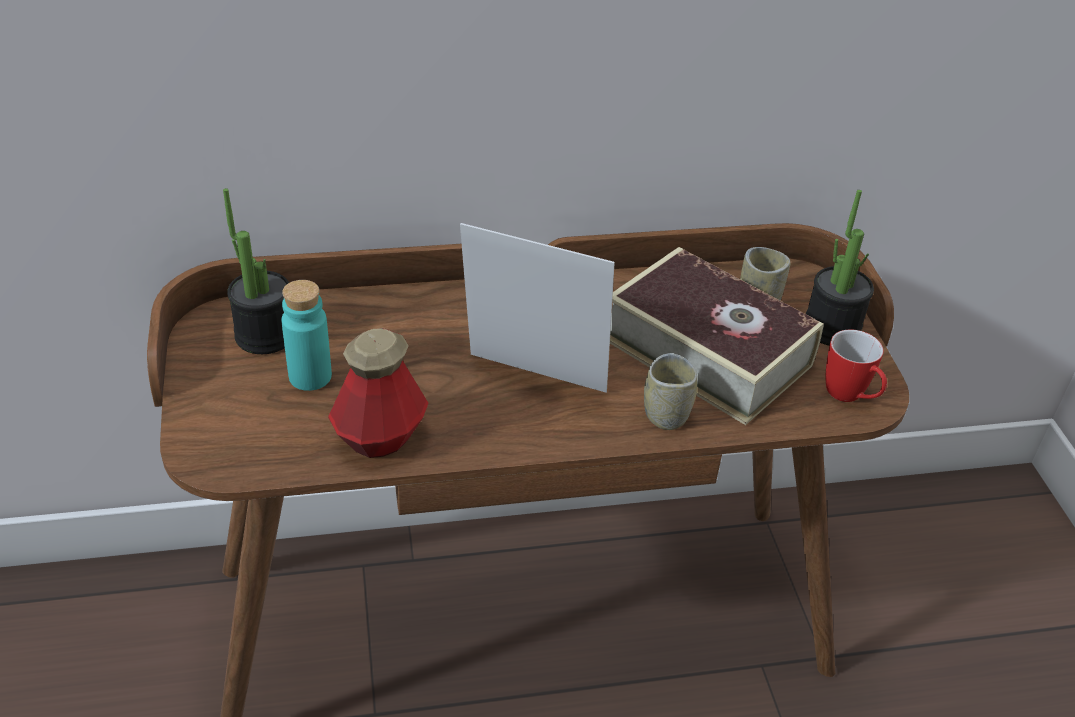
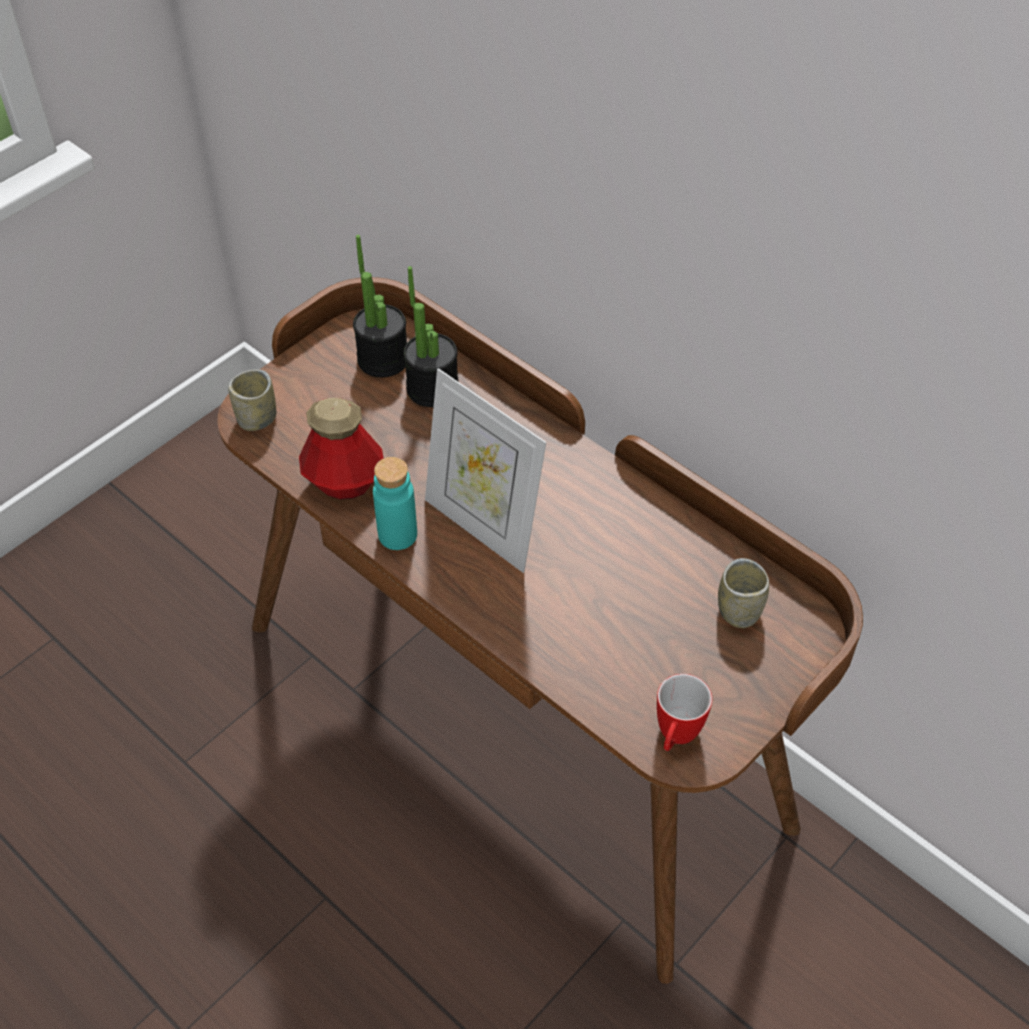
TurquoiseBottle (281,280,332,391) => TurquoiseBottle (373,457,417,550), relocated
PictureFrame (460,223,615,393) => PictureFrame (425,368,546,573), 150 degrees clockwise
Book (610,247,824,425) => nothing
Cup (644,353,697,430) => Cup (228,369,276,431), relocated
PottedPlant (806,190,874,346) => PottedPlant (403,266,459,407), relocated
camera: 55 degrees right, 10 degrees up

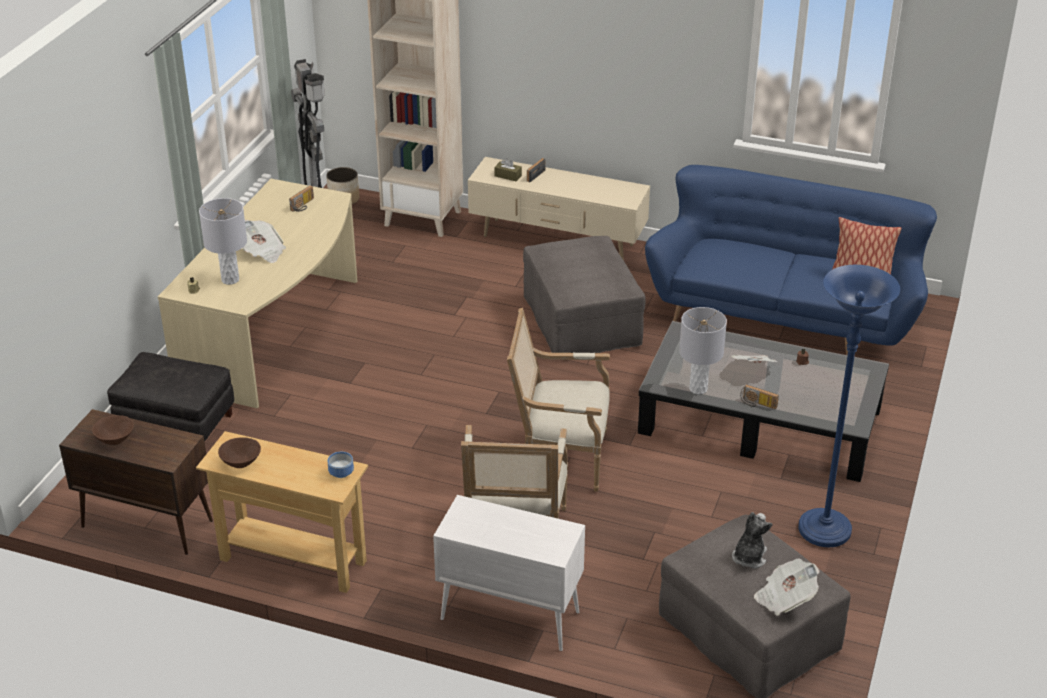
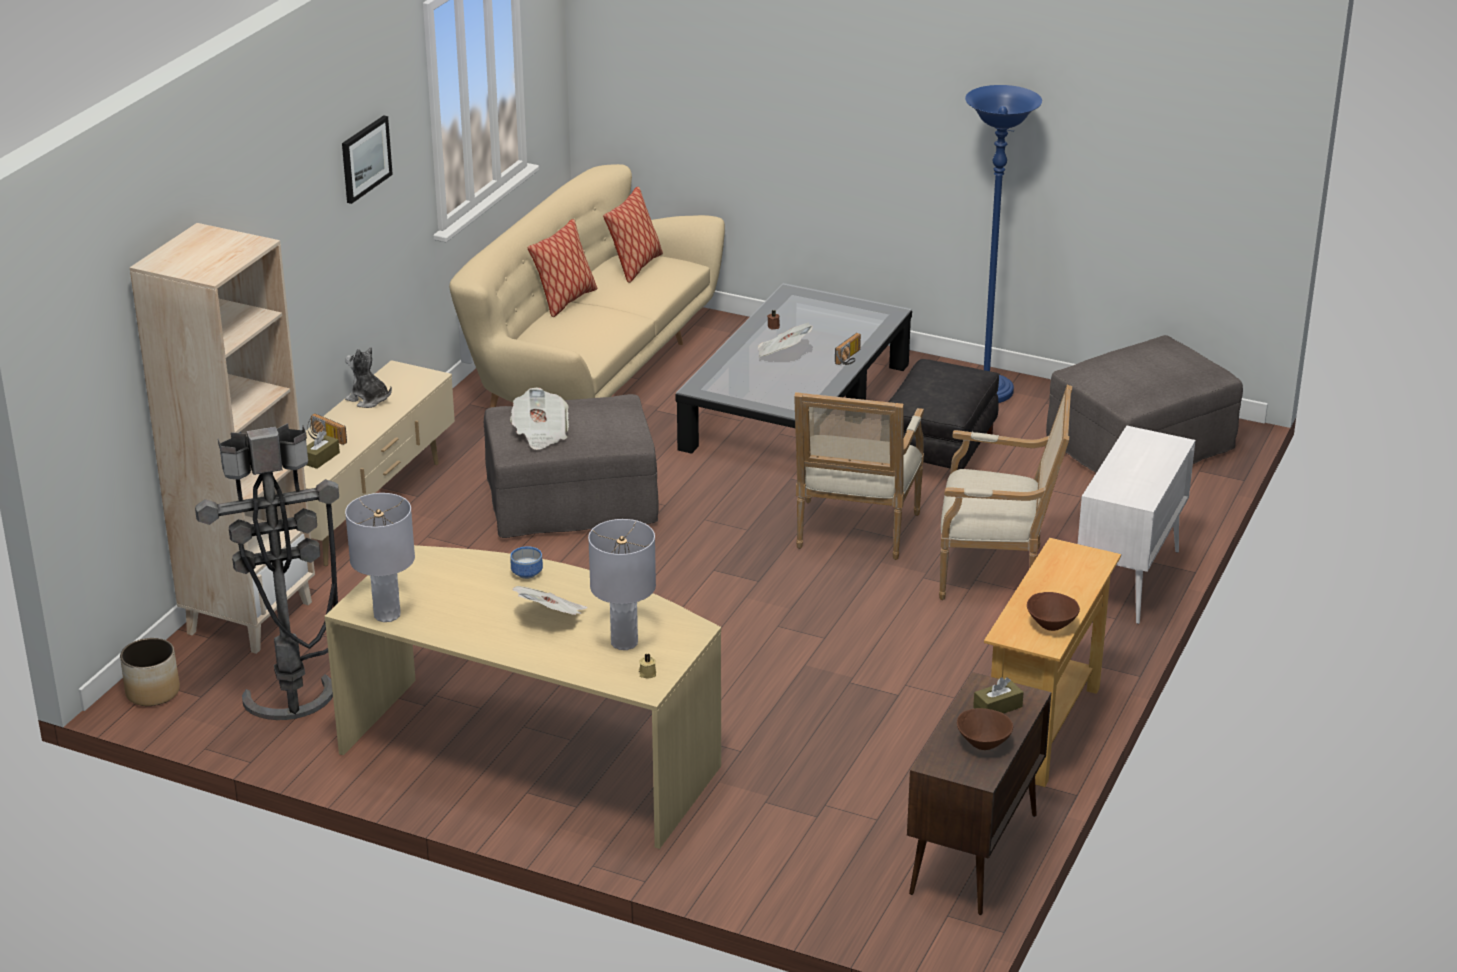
BlackOttoman (107,352,234,441) => BlackOttoman (888,359,999,470), relocated
Radio (289,186,314,212) => nothing
Bowl (328,452,354,478) => Bowl (510,546,543,579), relocated
BlueSofa (645,165,937,355) => BeigeSofa (449,164,725,408)
GreyTableLamp (679,307,727,395) => GreyTableLamp (345,493,415,622), relocated
PlushToy (732,512,772,569) => PlushToy (345,347,392,408), relocated
Newspaper (754,559,820,615) => Newspaper (510,388,569,450), relocated
nothing => Picture (342,115,393,204)
nothing => Pillow (527,219,597,317)
nothing => BrownTissueBox (973,677,1024,714)
camera: 85 degrees left, 5 degrees down

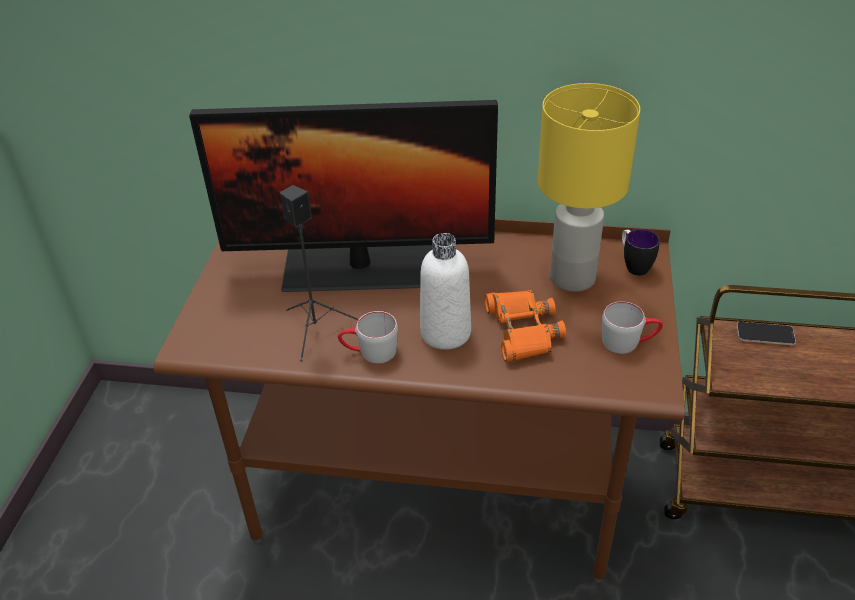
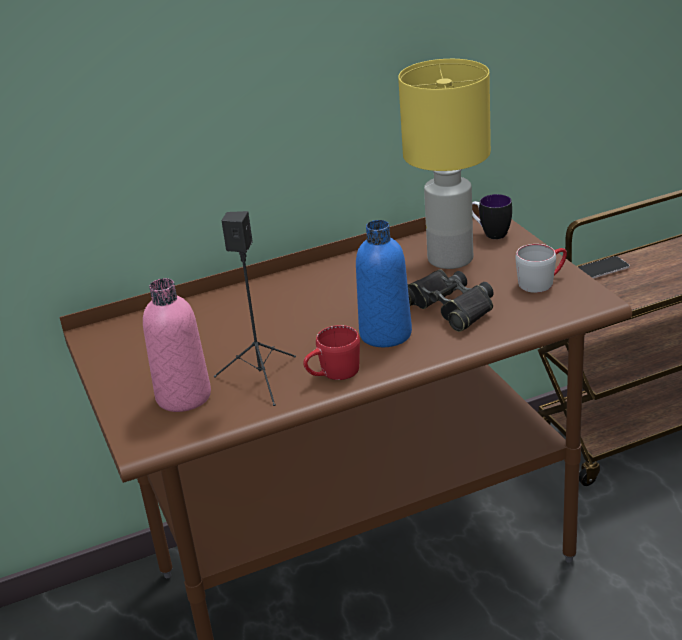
Monitor (189,100,498,292) => nothing
GreyMug (338,311,398,364) => RedMug (303,325,360,380)
WhiteBottle (420,233,471,350) => BlueBottle (356,220,412,347)
OrangeBinoculars (484,290,566,362) => BlackBinoculars (408,269,494,332)
nothing => PinkBottle (143,278,211,412)
camera: 30 degrees left, 10 degrees down

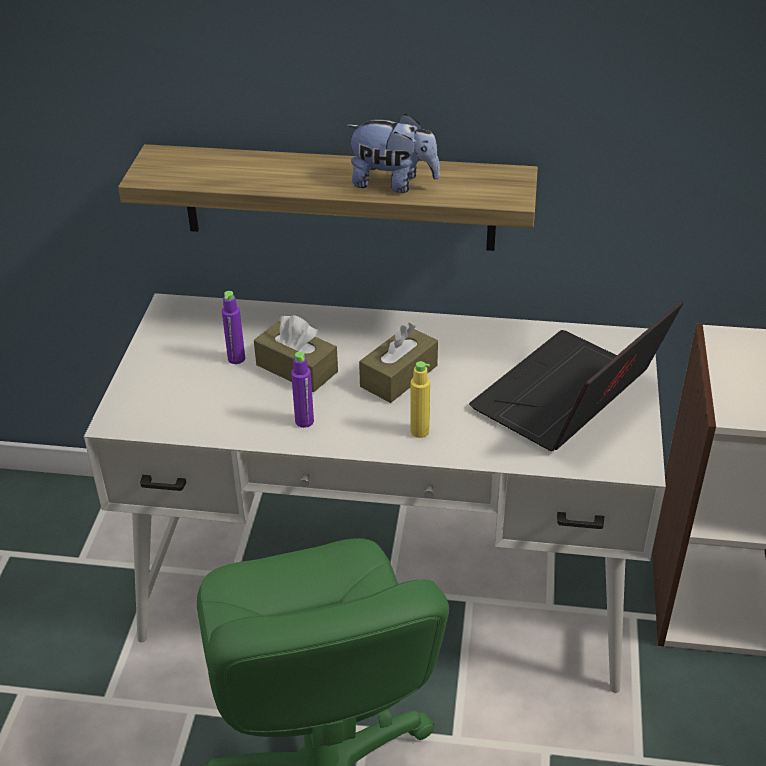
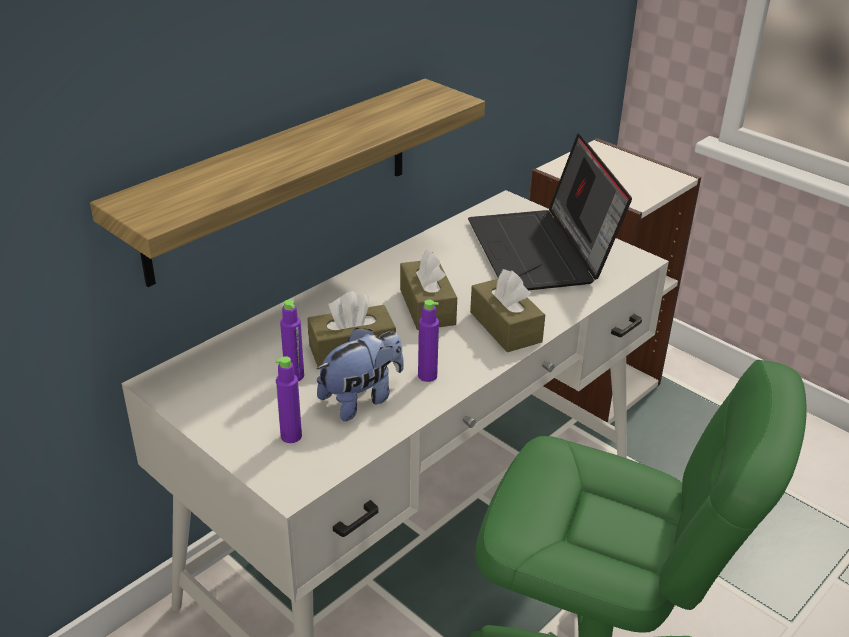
PlushToy (346,113,440,193) => PlushToy (317,327,404,421), relocated
YellowBottle (410,361,430,438) => BrownTissueBox (470,269,545,352)
nothing => PurpleBottle (275,356,302,443)
camera: 55 degrees left, 5 degrees down

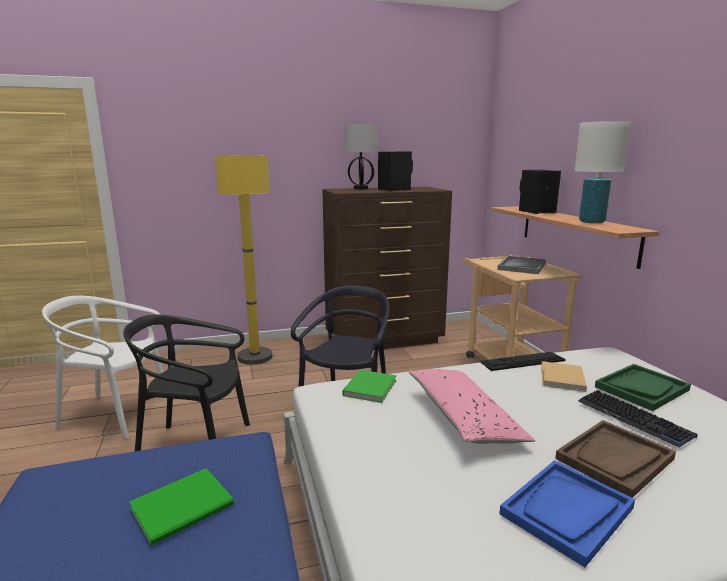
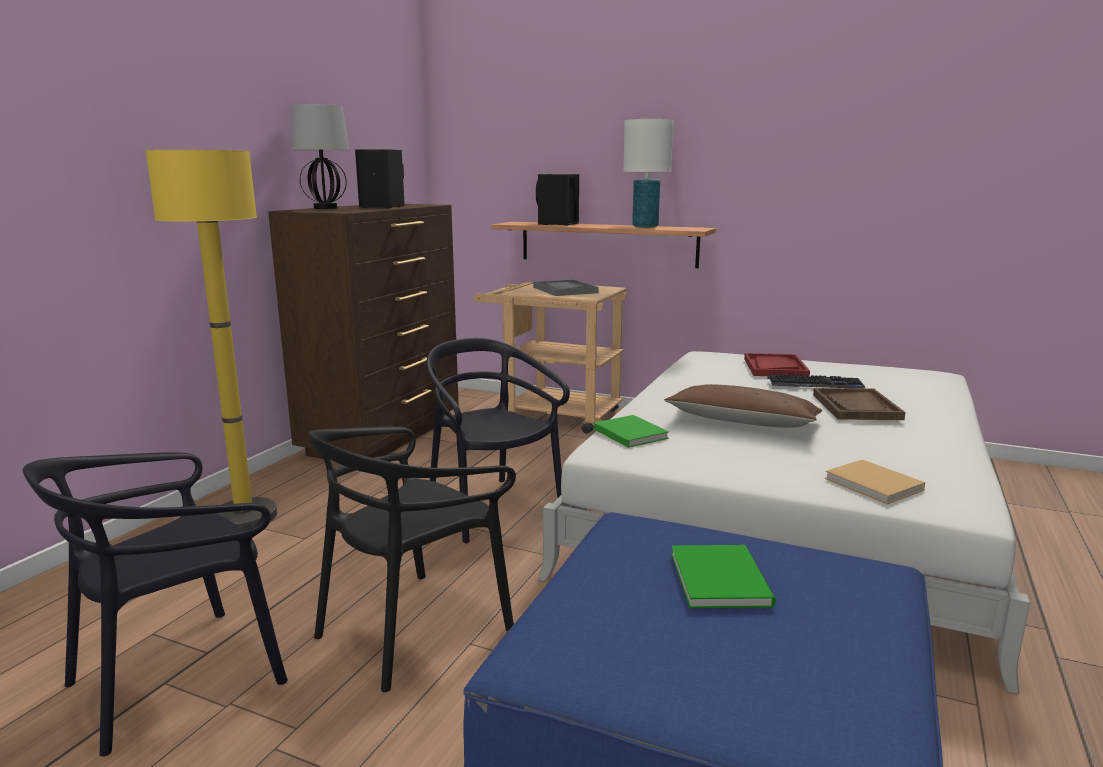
WhiteChair (42,296,163,439) => BlackChair (23,452,288,757)
PinkPillow (408,369,535,444) => BrownPillow (664,384,822,428)
Keyboard (480,352,566,371) => nothing
BlueTray (499,460,635,567) => nothing
BeigeBook (541,361,587,392) => BeigeBook (825,459,925,504), relocated
GreenTray (595,364,691,411) => RedTray (744,353,810,376)
camera: 50 degrees left, 0 degrees up

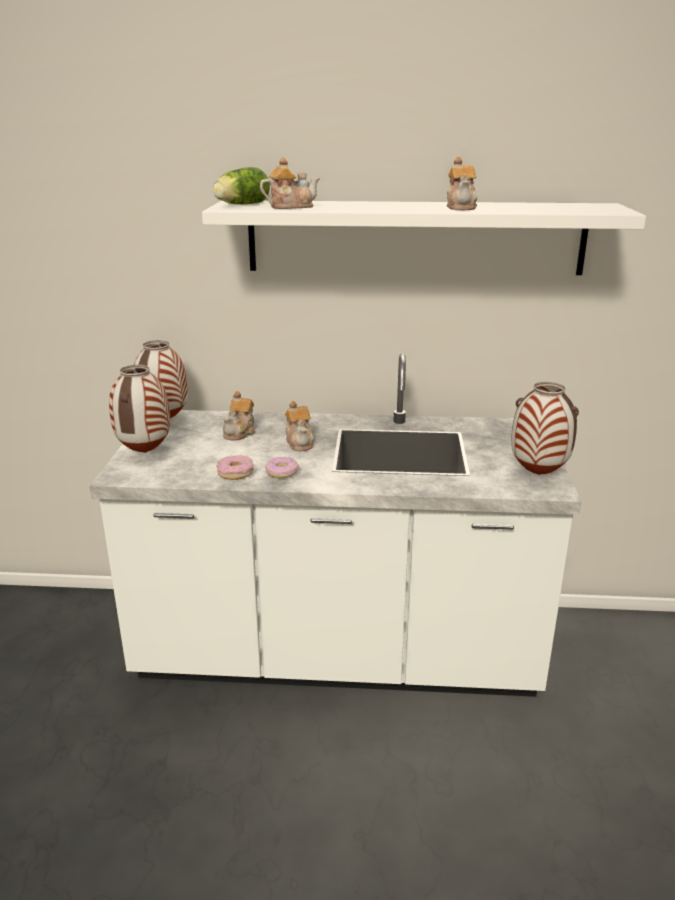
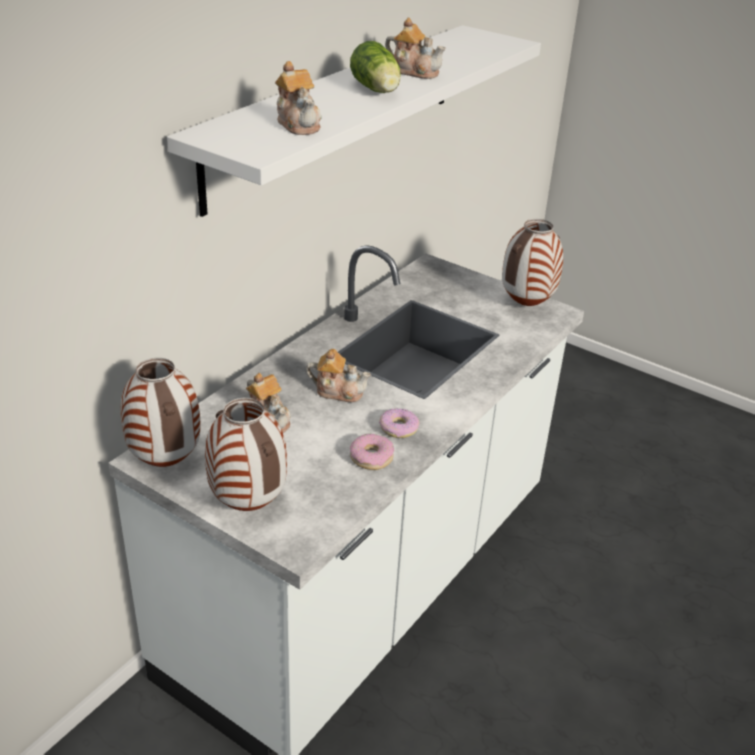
Lettuce (213,167,270,204) => Lettuce (350,41,401,93), relocated
Teapot (260,157,320,209) => Teapot (275,61,322,135), 135 degrees clockwise
camera: 60 degrees left, 10 degrees up

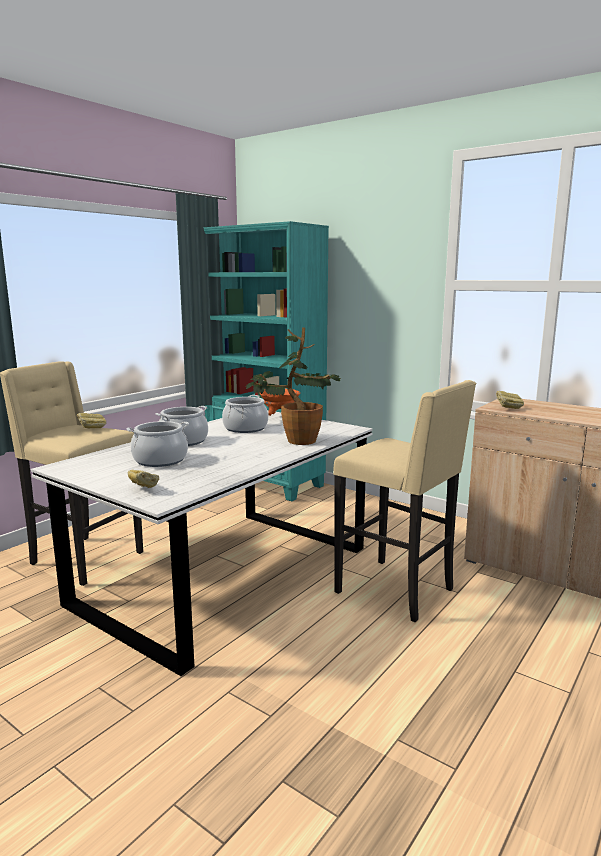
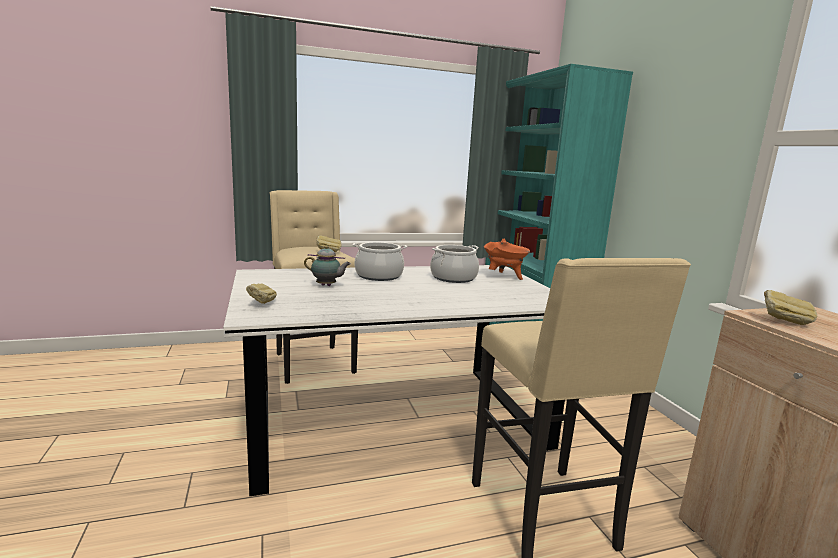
CookingPot (127,421,189,467) => Teapot (304,245,351,286)
PottedPlant (245,328,341,445) => nothing
camera: 35 degrees right, 0 degrees up

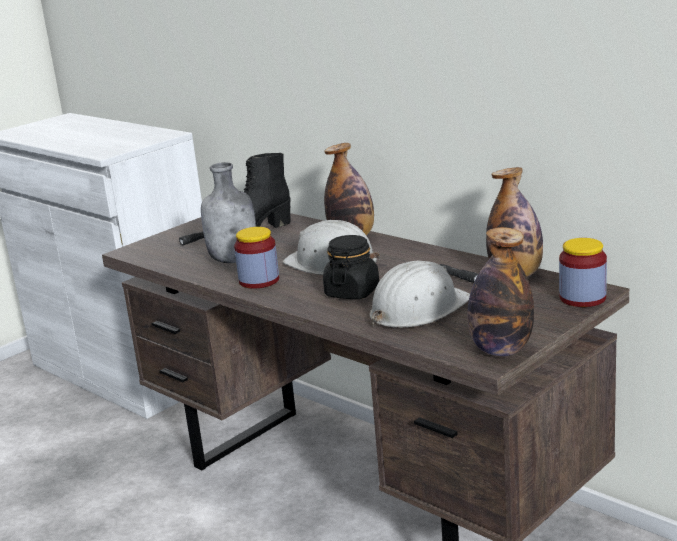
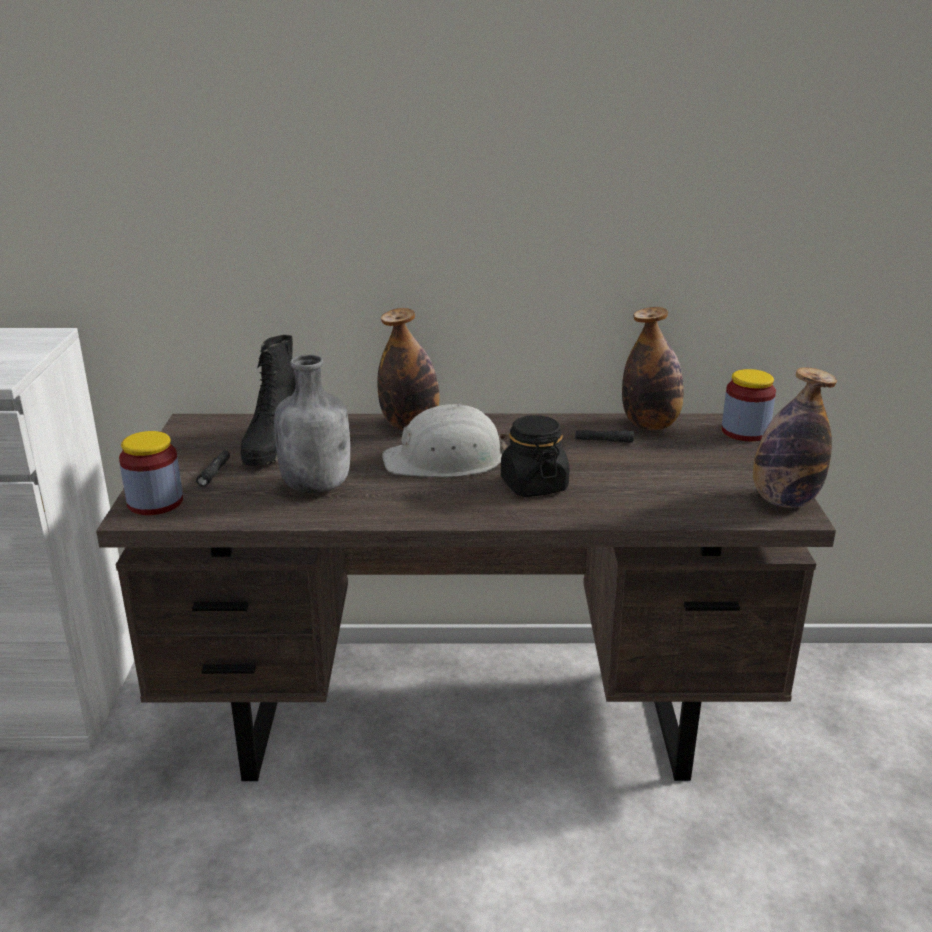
Jar (234,227,279,289) => Jar (119,431,183,515), relocated
WhiteHardHat (370,261,470,327) => nothing
camera: 45 degrees left, 5 degrees up

